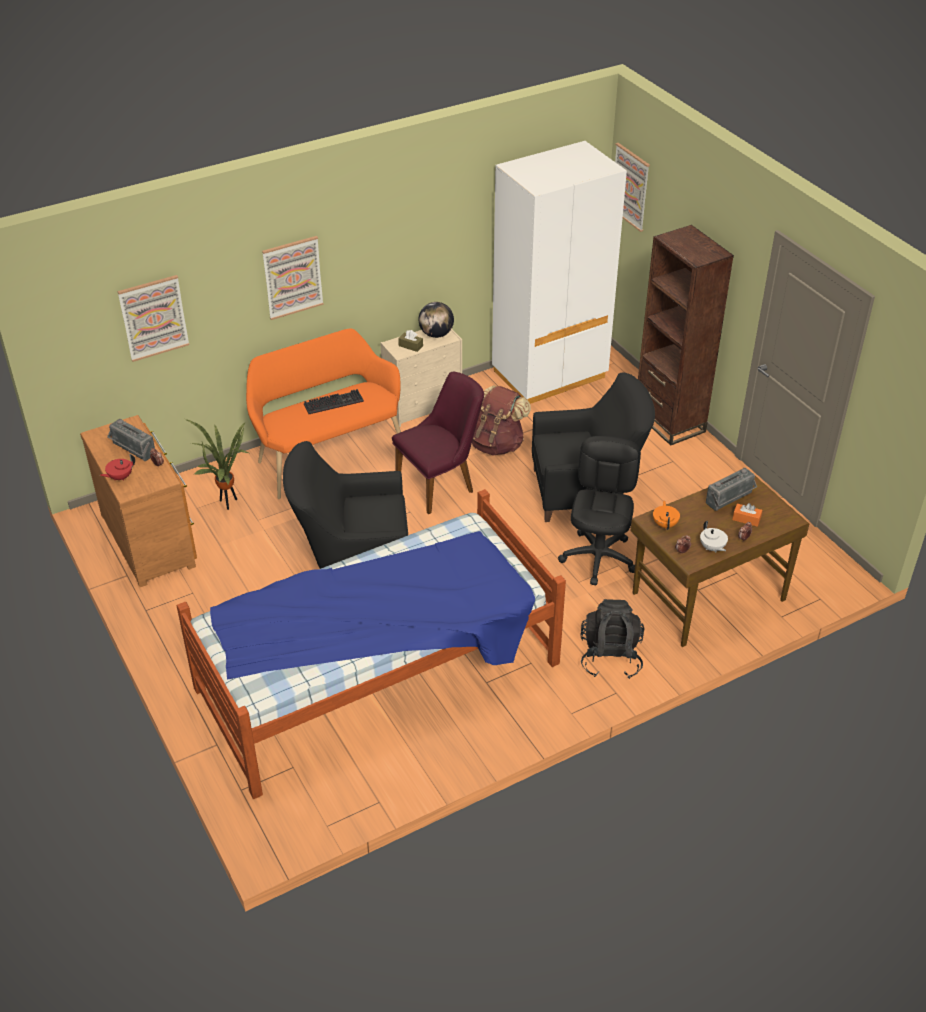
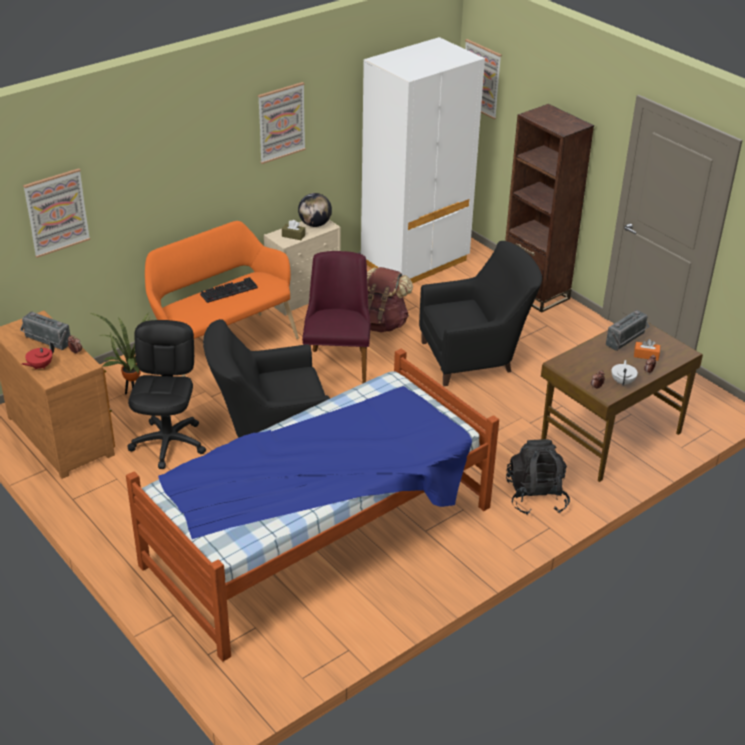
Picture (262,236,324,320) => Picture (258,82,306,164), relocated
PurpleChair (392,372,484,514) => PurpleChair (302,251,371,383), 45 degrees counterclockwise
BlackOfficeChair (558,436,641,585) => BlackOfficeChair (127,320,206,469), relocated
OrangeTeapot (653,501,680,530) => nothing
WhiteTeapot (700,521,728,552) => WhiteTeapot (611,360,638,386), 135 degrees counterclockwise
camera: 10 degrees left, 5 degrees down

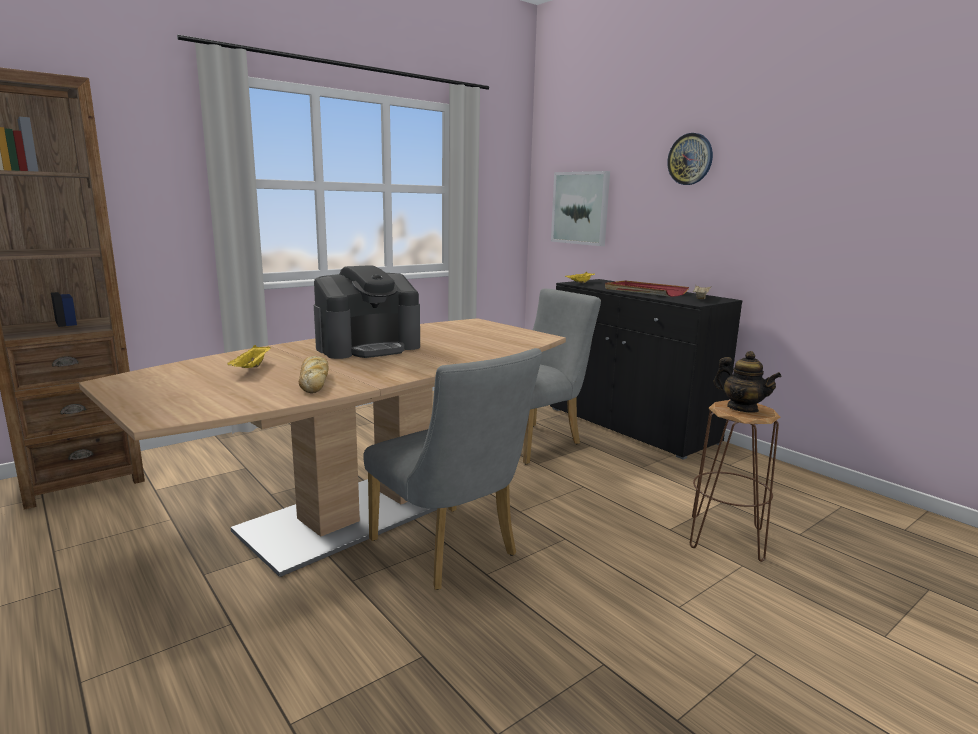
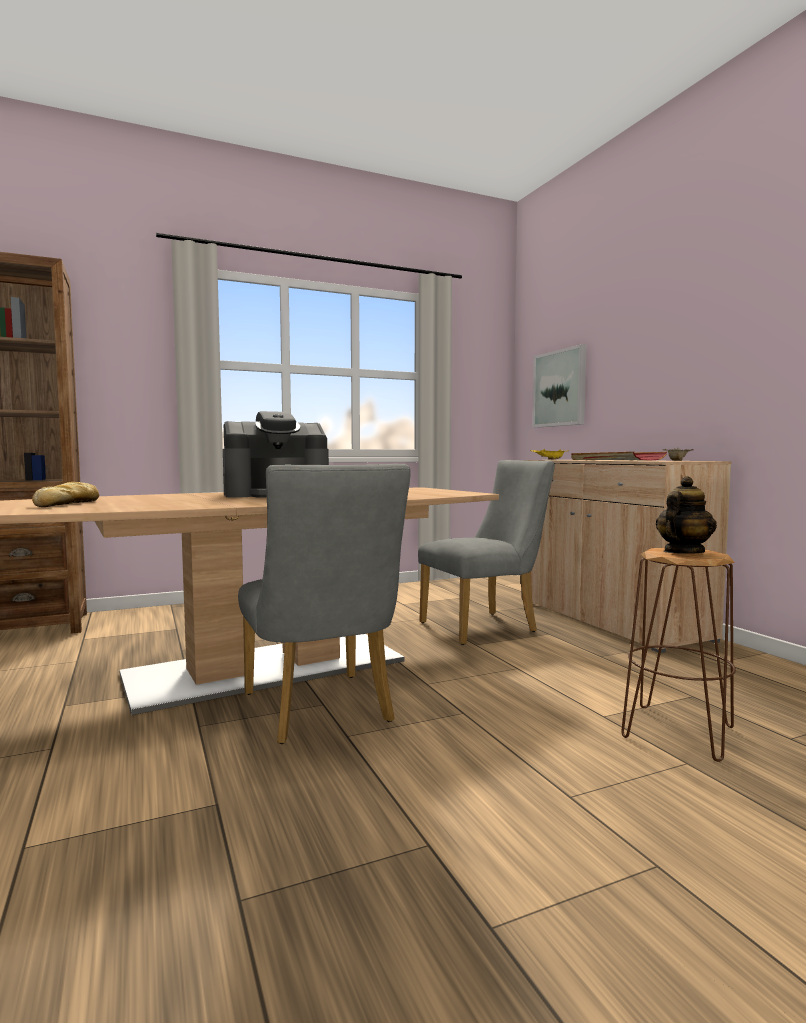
YellowTray (227,345,271,368) => nothing
Bread (299,356,328,393) => Bread (32,482,99,507), relocated
BlackCabinet (550,279,743,460) => BeigeCabinet (521,460,732,653)
WallClock (667,133,713,185) => nothing
Teapot (713,351,782,413) => Teapot (656,476,717,554), 105 degrees counterclockwise
camera: 15 degrees right, 10 degrees down

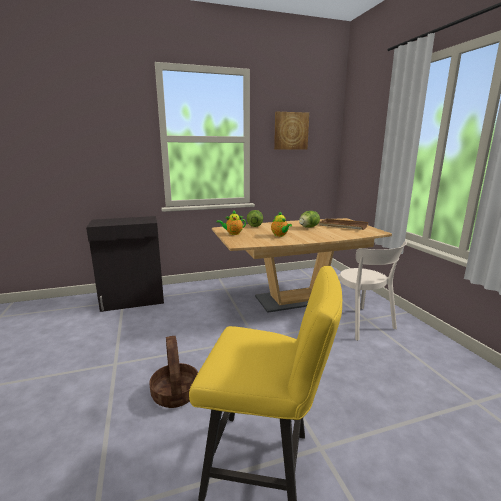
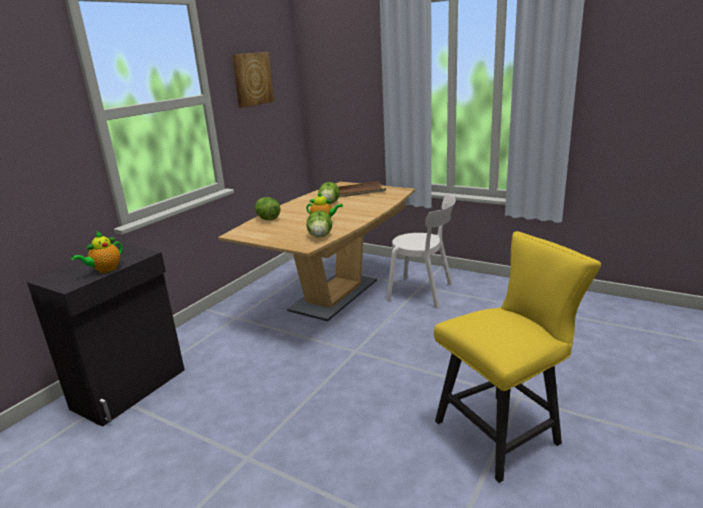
Basket (149,336,198,408) => nothing
Teapot (216,211,246,235) => Teapot (71,232,123,273), relocated
nothing => Lettuce (307,210,332,238)
camera: 40 degrees left, 5 degrees up

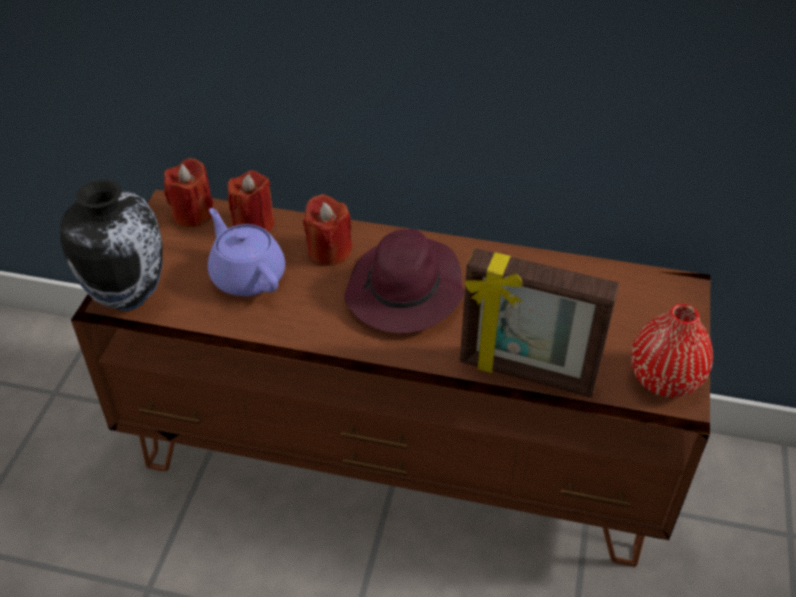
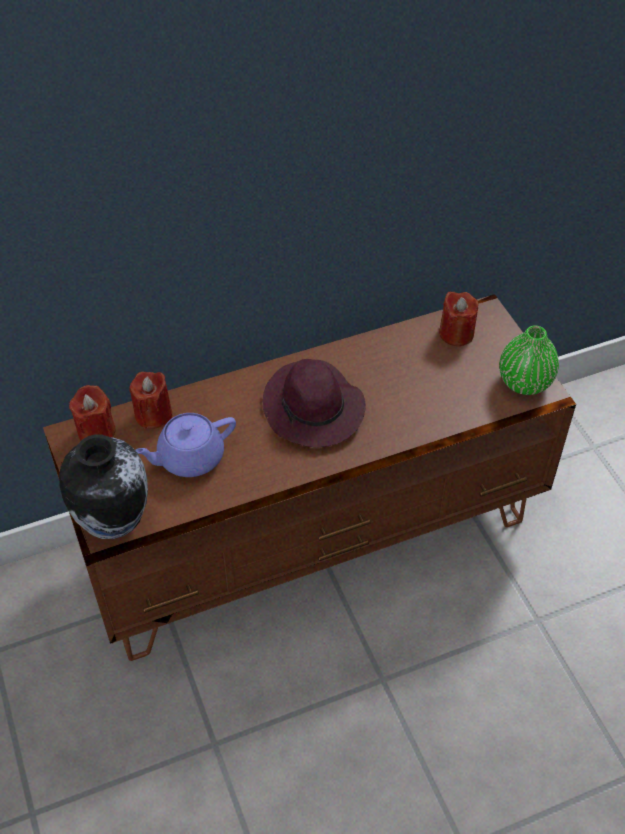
PurpleTeapot (208,208,285,296) => PurpleTeapot (135,413,236,477), 45 degrees counterclockwise
RedCandle (303,194,352,266) => RedCandle (439,292,478,346), relocated
PictureFrame (460,248,619,398) => nothing
RedVase (631,304,713,397) => GreenVase (499,325,559,395)
camera: 35 degrees left, 5 degrees up

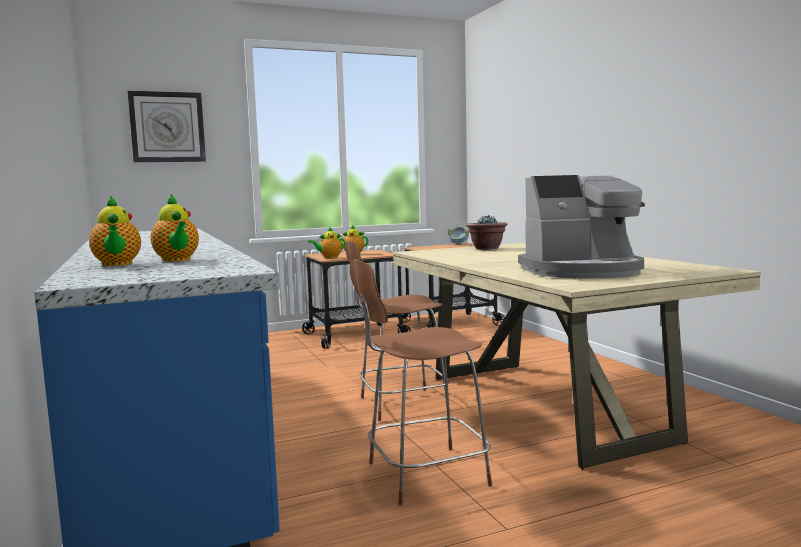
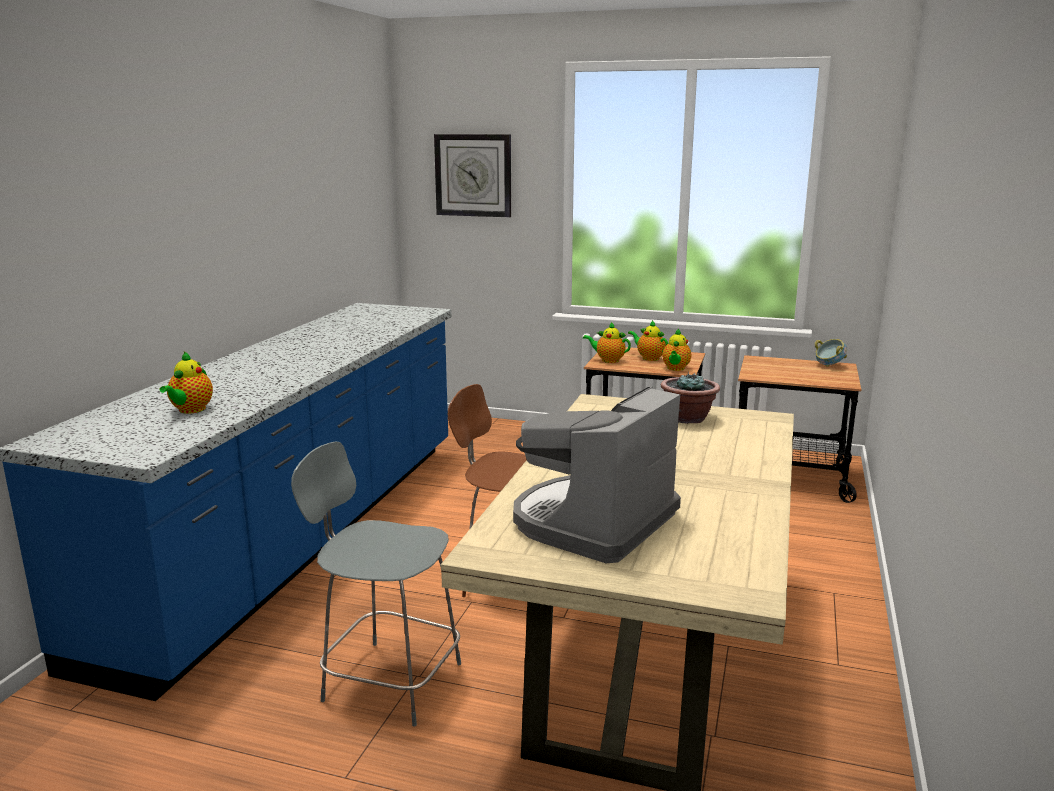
Teapot (89,196,141,266) => Teapot (662,329,691,371), relocated
BrownChair (350,259,492,505) => GreyChair (291,441,461,727)
CoffeeMachine (518,175,645,278) => CoffeeMachine (513,386,681,563), 90 degrees clockwise
camera: 40 degrees right, 10 degrees up

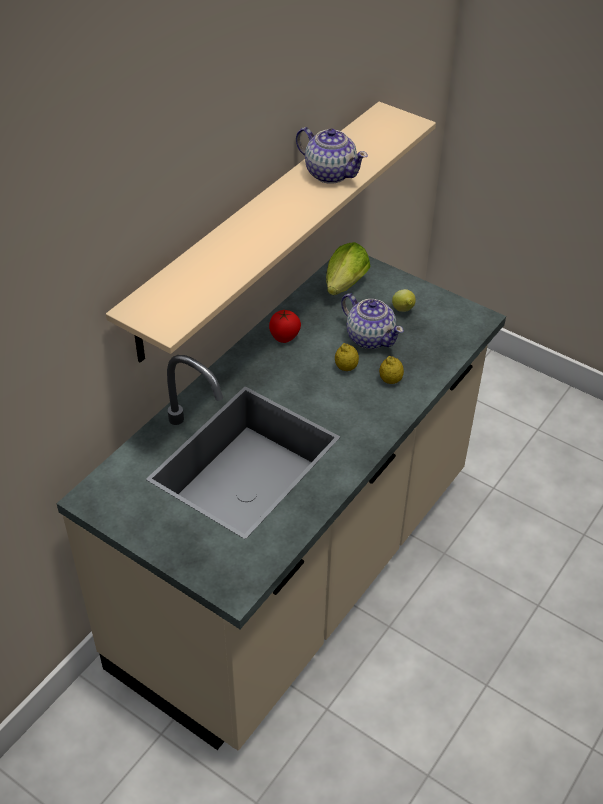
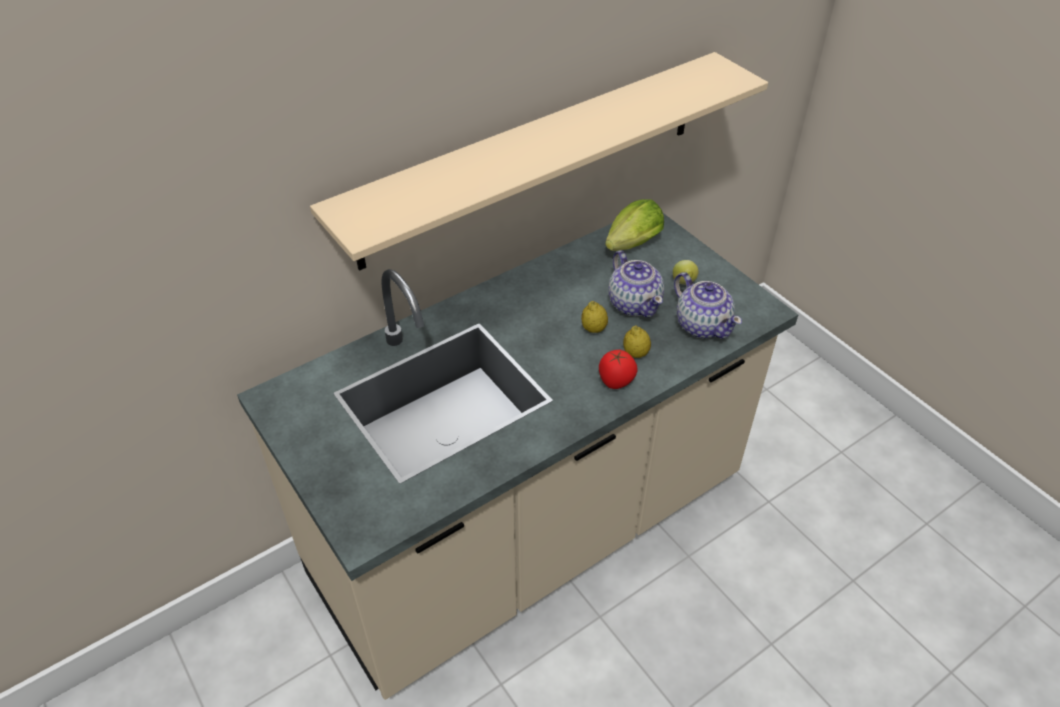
Tomato (269,310,301,343) => Tomato (599,350,637,389), relocated
Teapot (296,127,368,184) => Teapot (674,272,742,339), relocated
camera: 20 degrees right, 0 degrees up

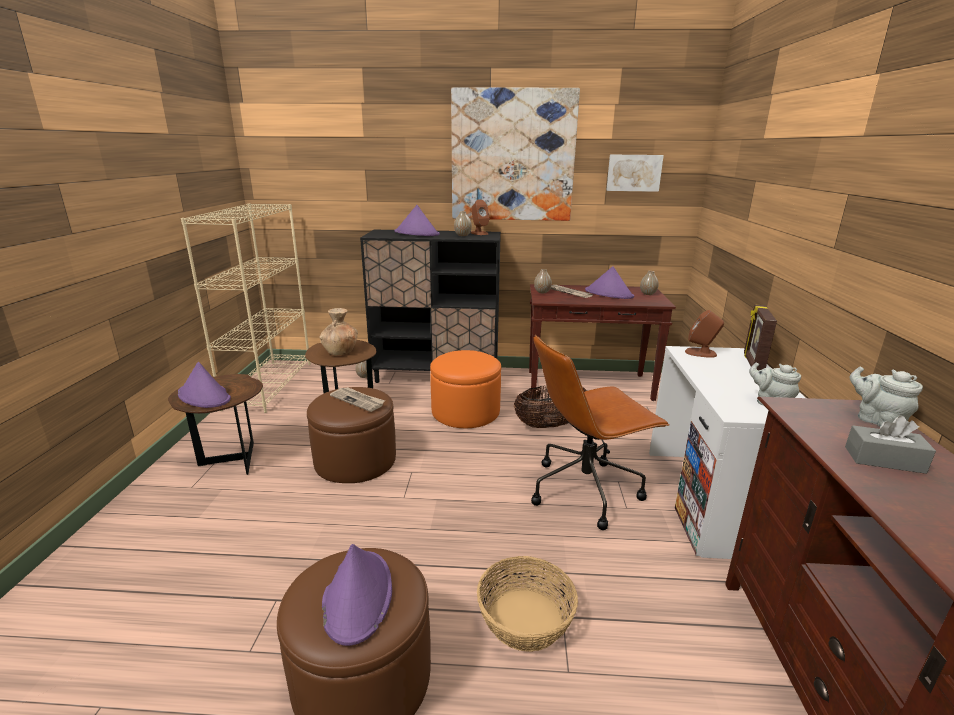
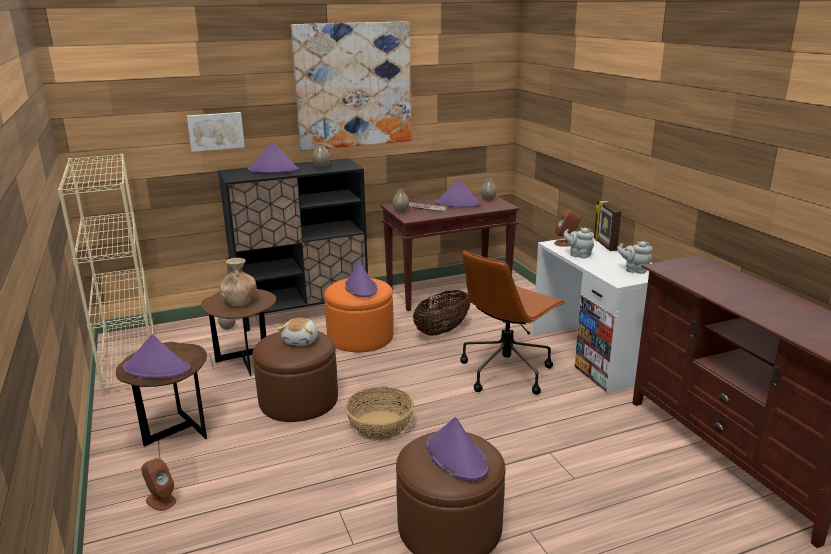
Newspaper (330,387,385,412) => PlushToy (278,318,318,346)
BrownSpeaker (470,199,489,235) => BrownSpeaker (141,458,176,511), relocated
Basket (477,556,578,652) => Basket (345,386,414,440), relocated
Picture (606,155,664,192) => Picture (187,112,245,152), relocated
GreyTissueBox (845,416,936,474) => nothing
GreyTeapot (850,366,923,427) => GreyTeapot (563,228,594,258), relocated
nothing => PurpleHat (345,260,377,297)
camera: 25 degrees left, 0 degrees up

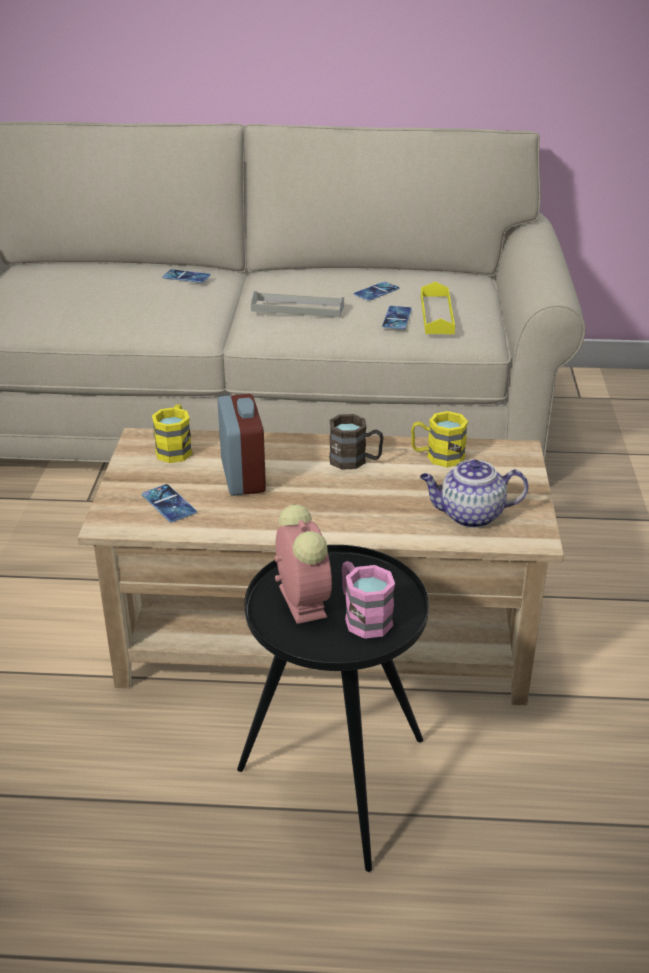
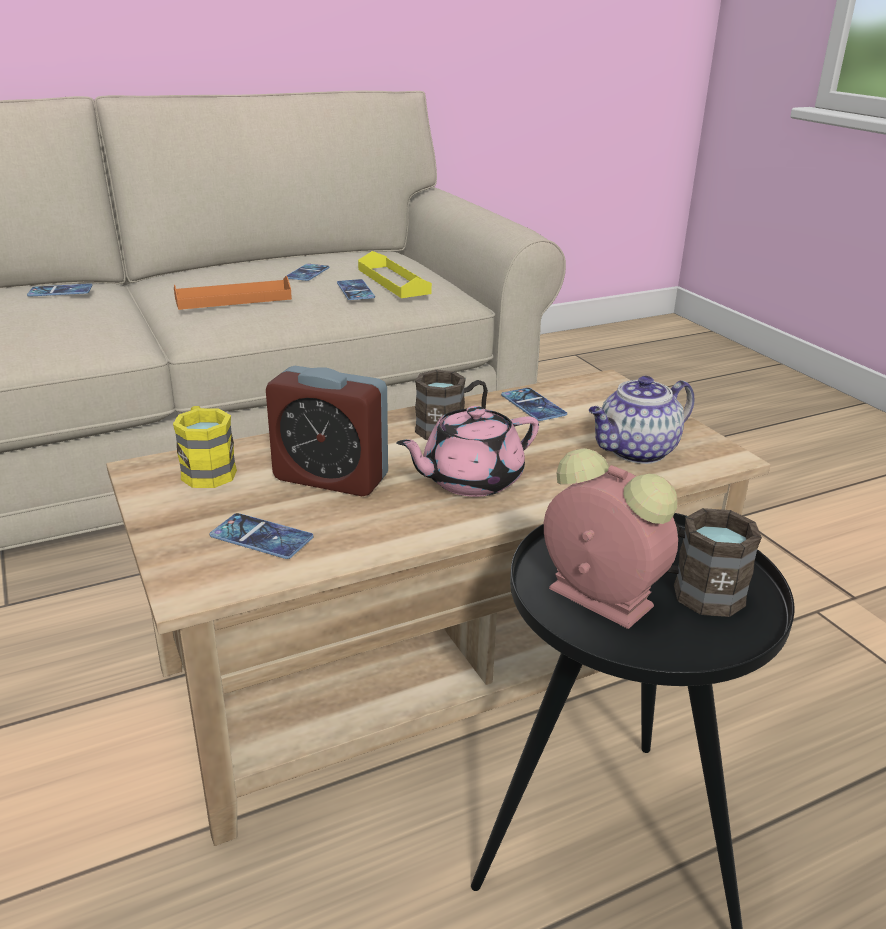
AlarmClock (218,394,266,496) => AlarmClock (266,366,388,496), 150 degrees clockwise
GreyTray (251,291,344,318) => OrangeTray (174,276,292,310)
PinkMug (342,561,395,639) => BrownMug (667,508,762,617)
YellowMug (411,411,468,467) => Phone (501,388,567,421)
nothing => PinkTeapot (396,406,539,497)
camera: 30 degrees left, 5 degrees down

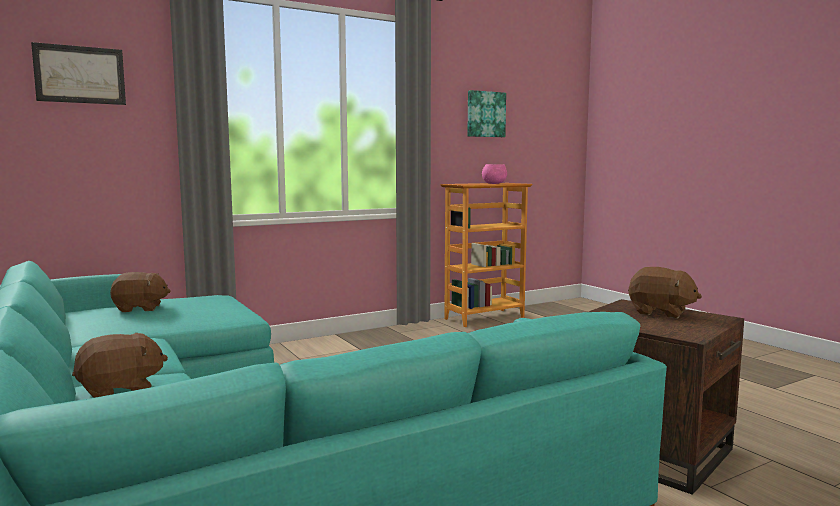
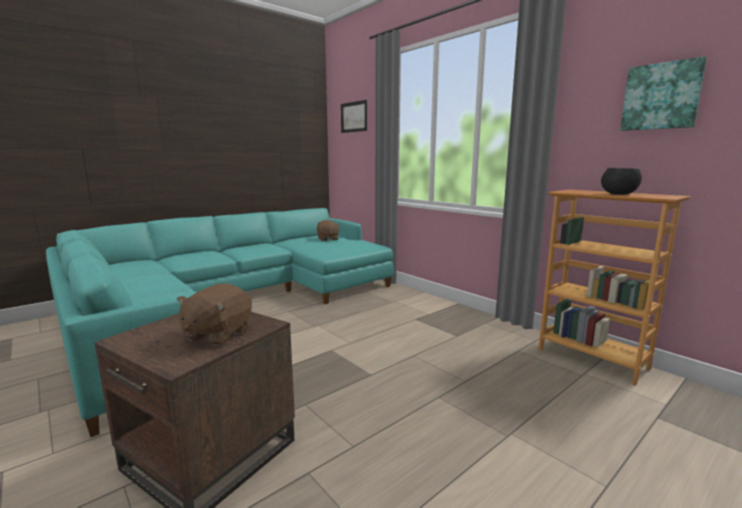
BrownPlushToy (72,333,168,398) => nothing
PinkBowl (482,164,507,184) => BlackBowl (601,168,642,195)
camera: 80 degrees right, 5 degrees up

